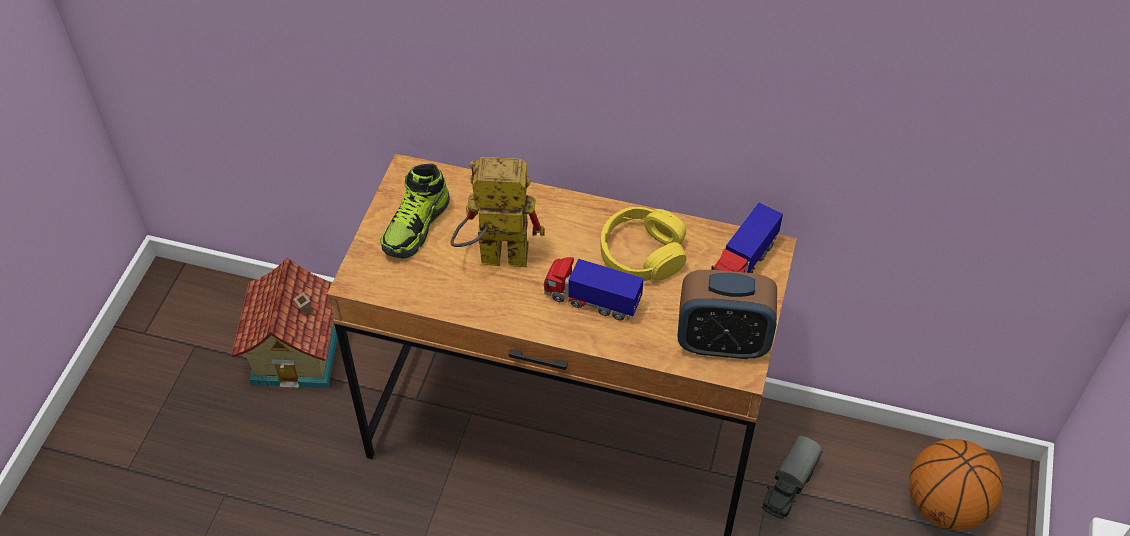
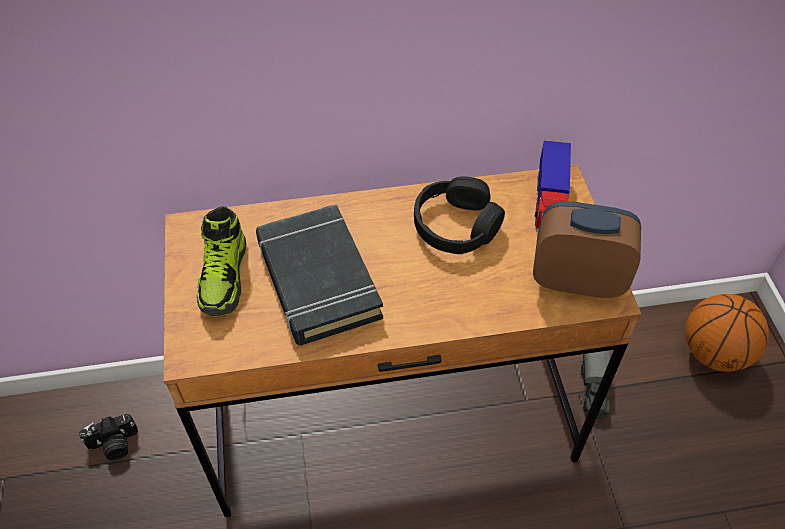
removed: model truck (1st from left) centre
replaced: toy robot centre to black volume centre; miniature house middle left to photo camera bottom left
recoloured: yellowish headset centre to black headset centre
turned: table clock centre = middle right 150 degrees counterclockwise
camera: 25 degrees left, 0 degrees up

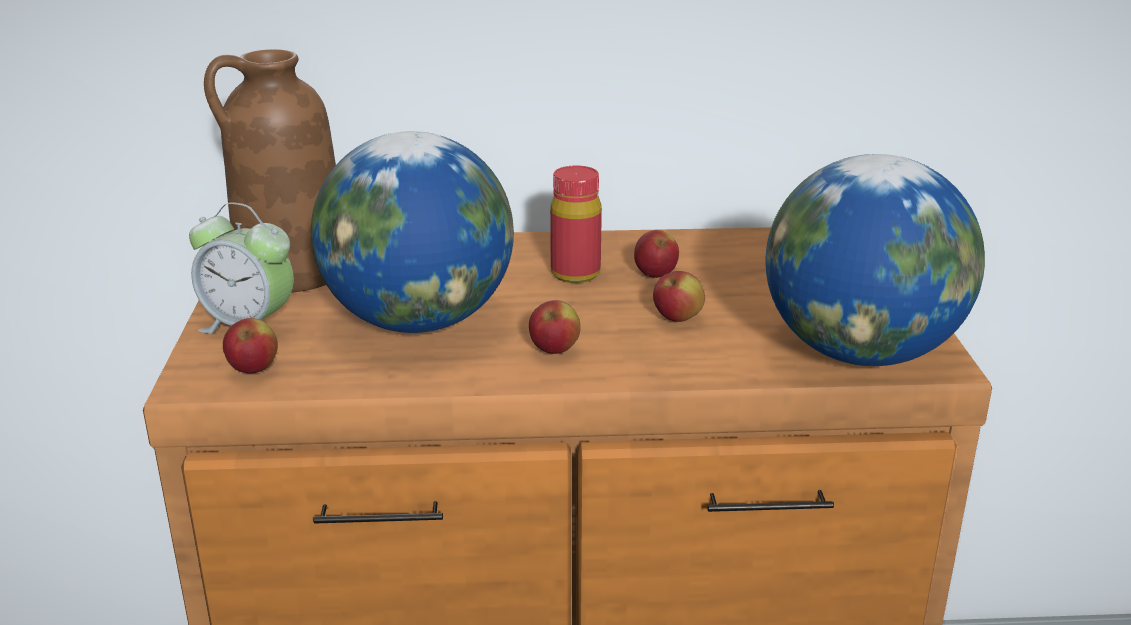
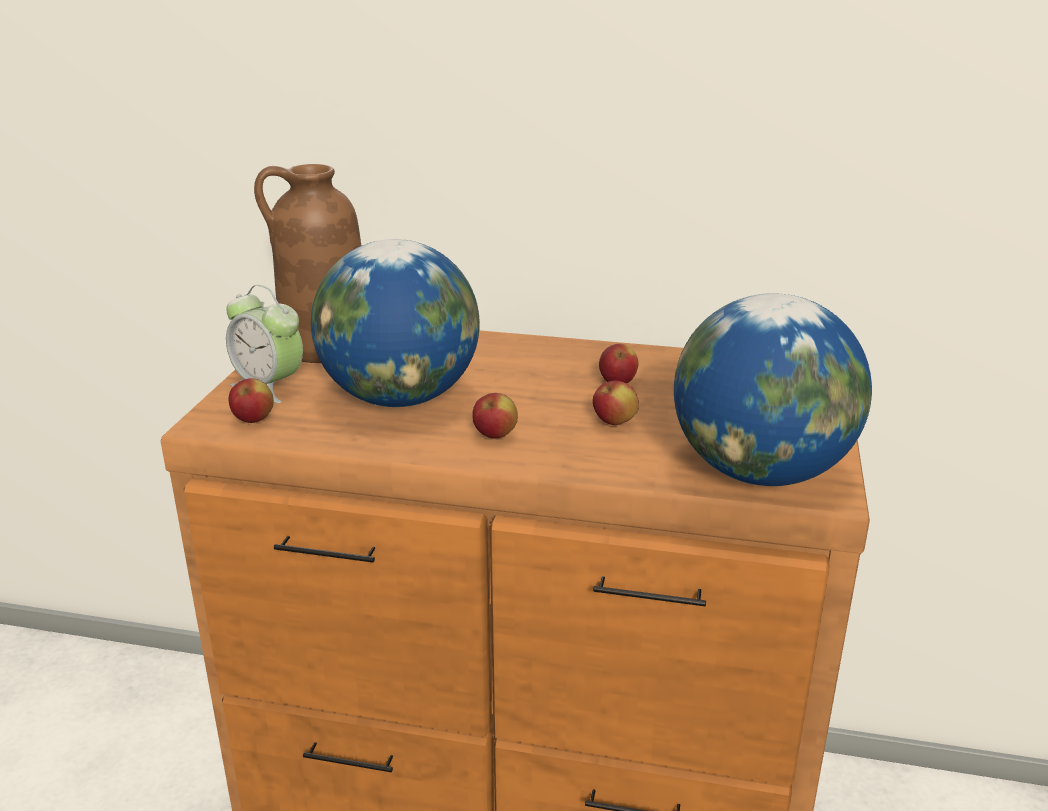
removed: red-coloured bottle centre
camera: 15 degrees right, 0 degrees up

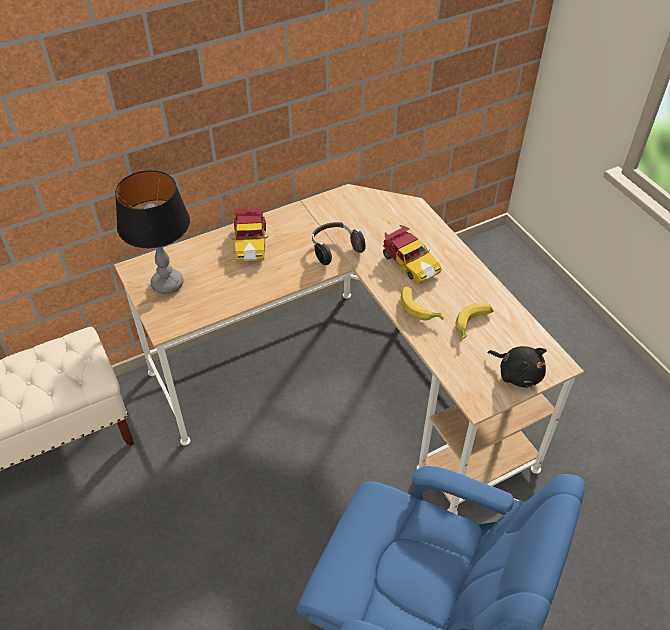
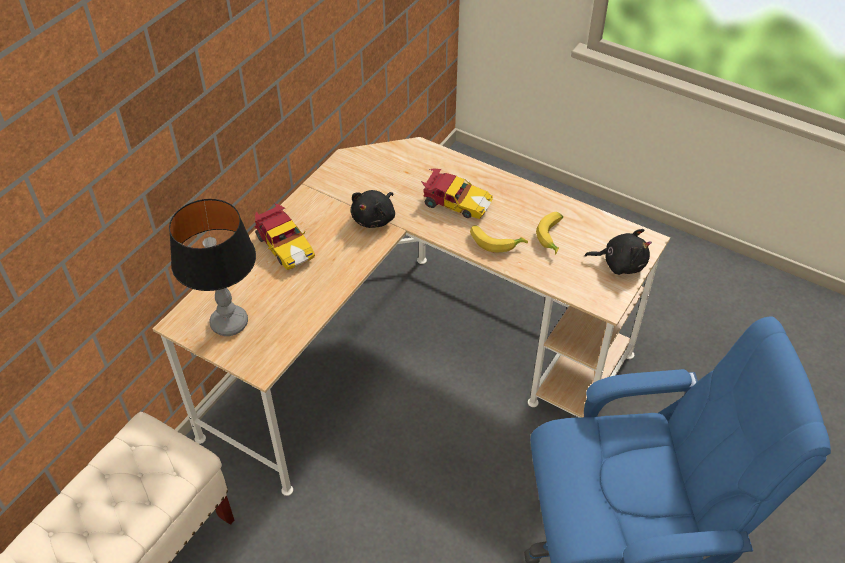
replaced: headset centre to black plush toy (1st from left) centre
camera: 30 degrees left, 0 degrees up

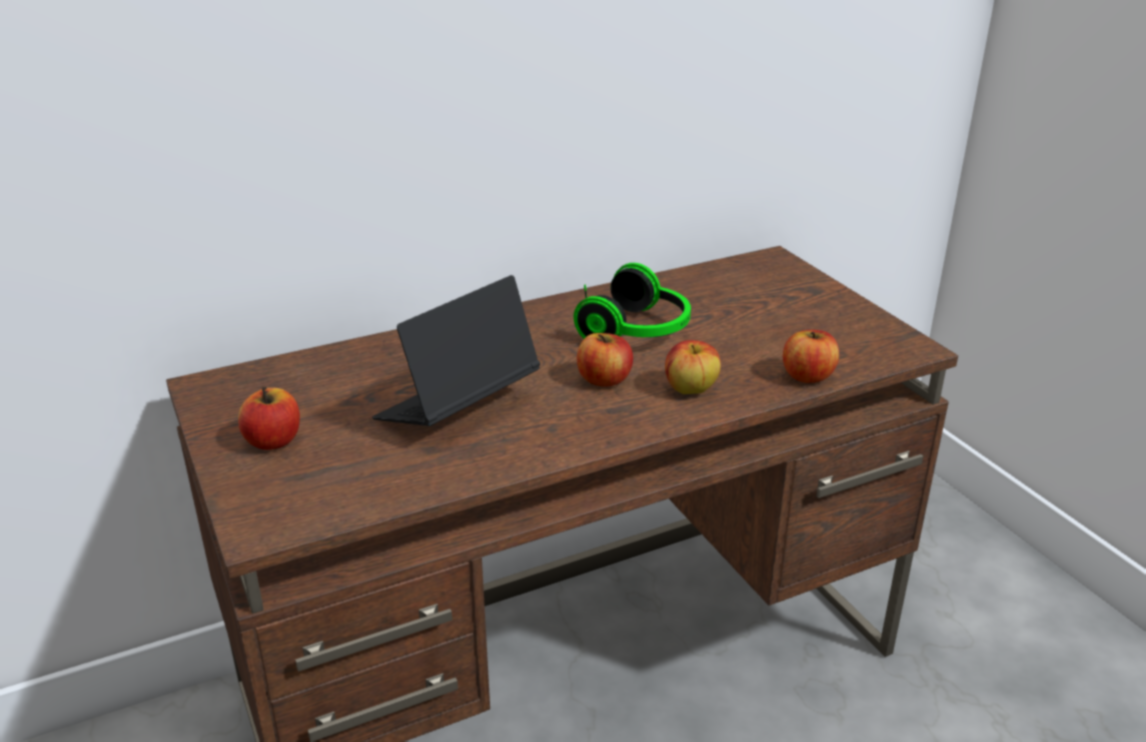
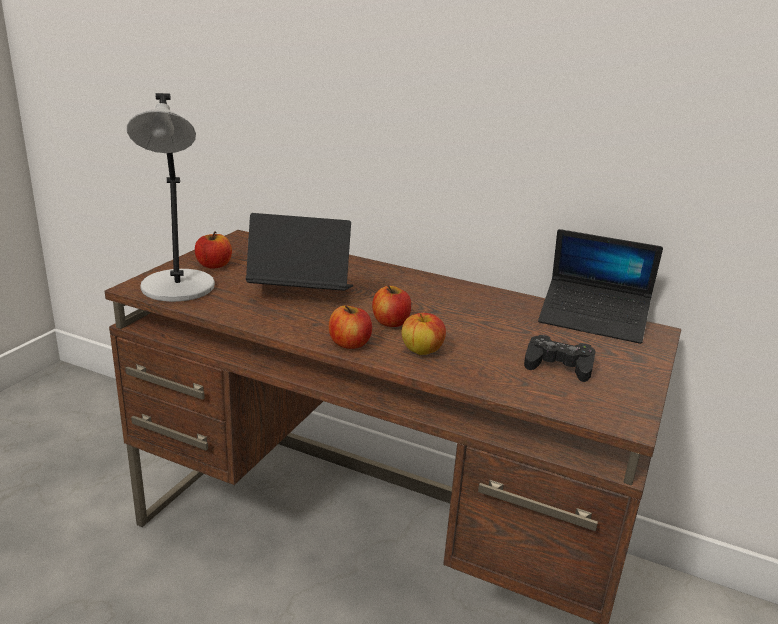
removed: headset centre
added: gray table lamp top left; portable computer (2nd from left) middle right; black game controller middle right
moved: apple fruit (4th from left in the first image) middle right to apple fruit (2nd from left) centre
camera: 50 degrees right, 5 degrees down

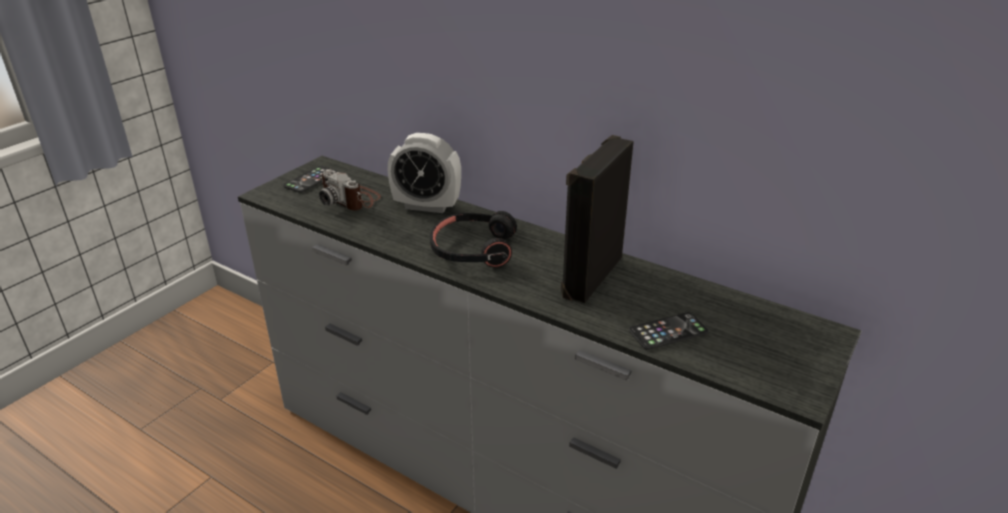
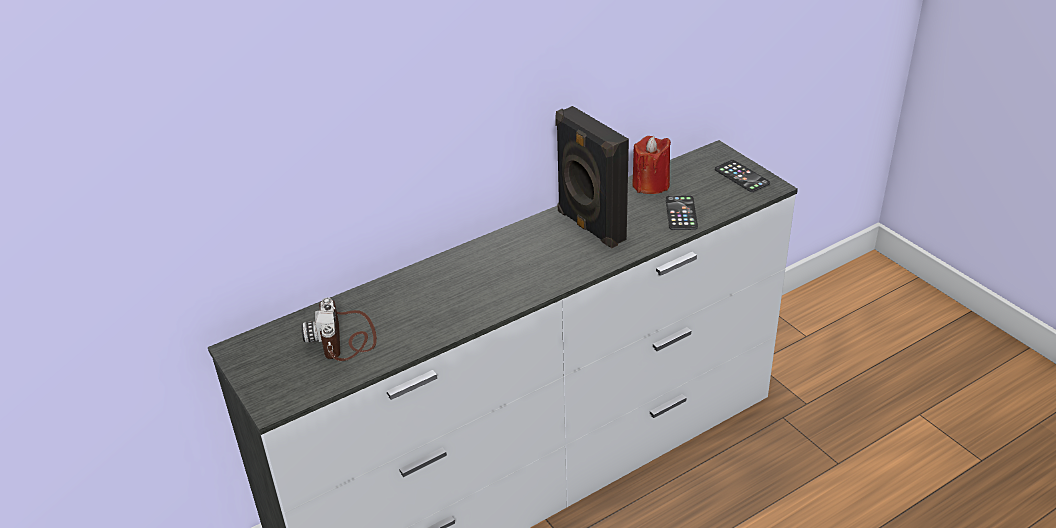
removed: table clock centre; black headset centre
added: red-coloured candle top centre
moved: phone (1st from left in the first image) middle left to phone (2nd from left) middle right
turned: photo camera centre = middle left 105 degrees clockwise
camera: 65 degrees left, 5 degrees up

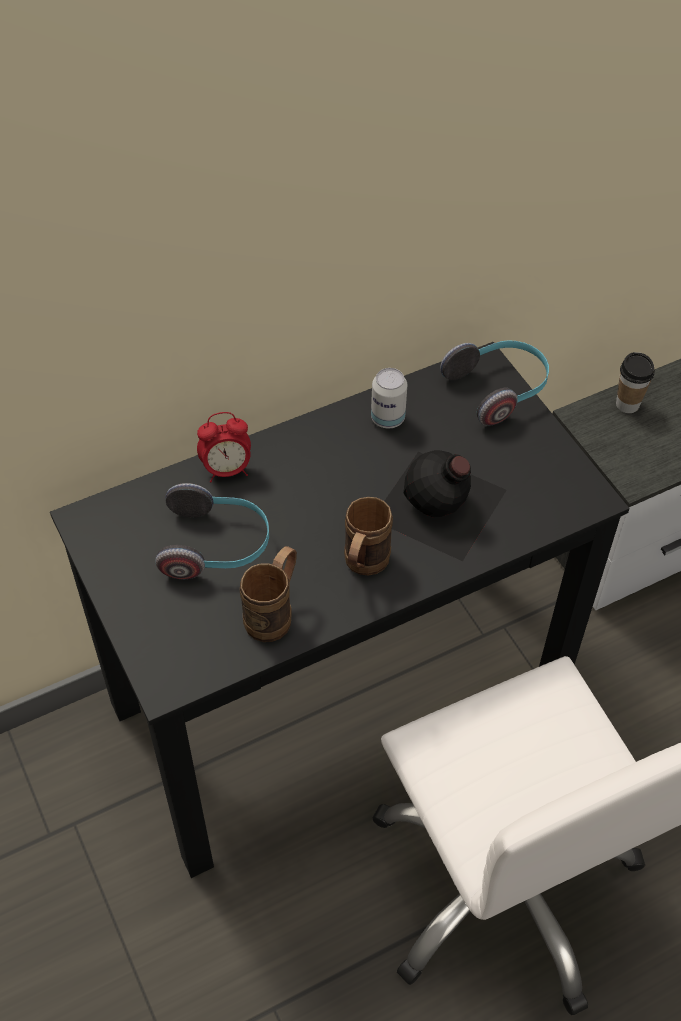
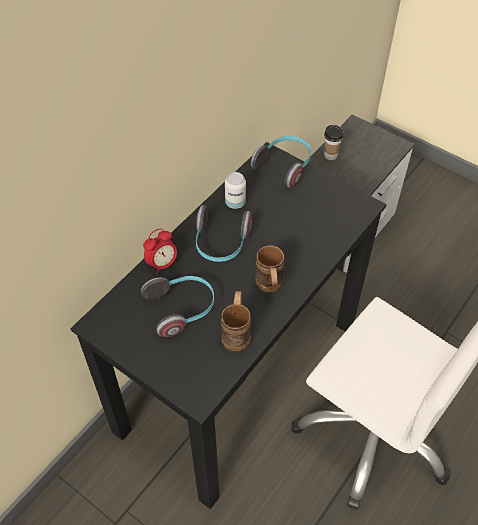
removed: black bottle centre
added: headset (2nd from left) centre
camera: 25 degrees left, 0 degrees up

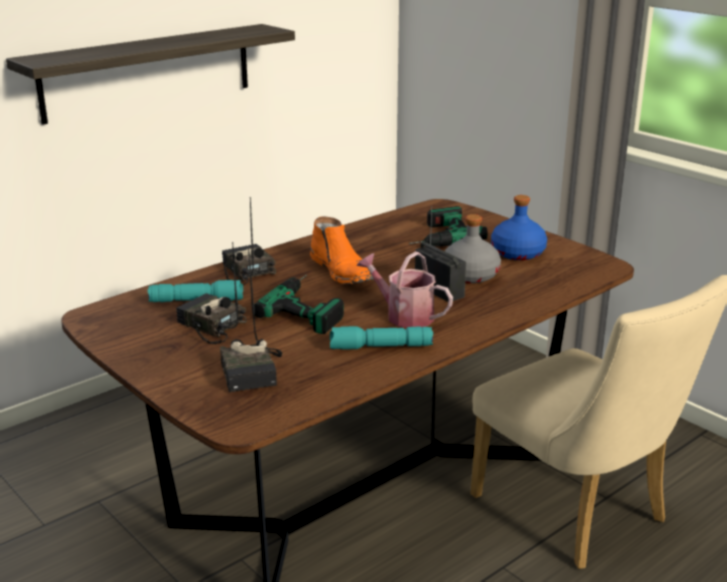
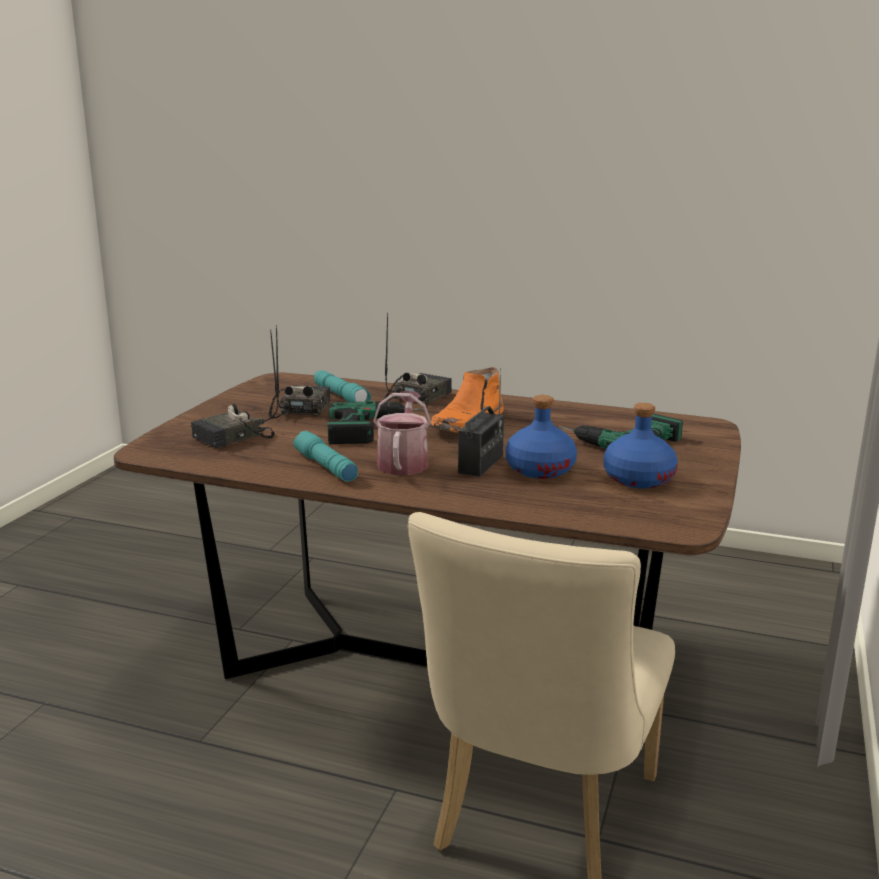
removed: bracket shelf top left
recoloured: gray bottle centre to blue-coloured bottle (1st from left) centre
camera: 60 degrees right, 5 degrees down

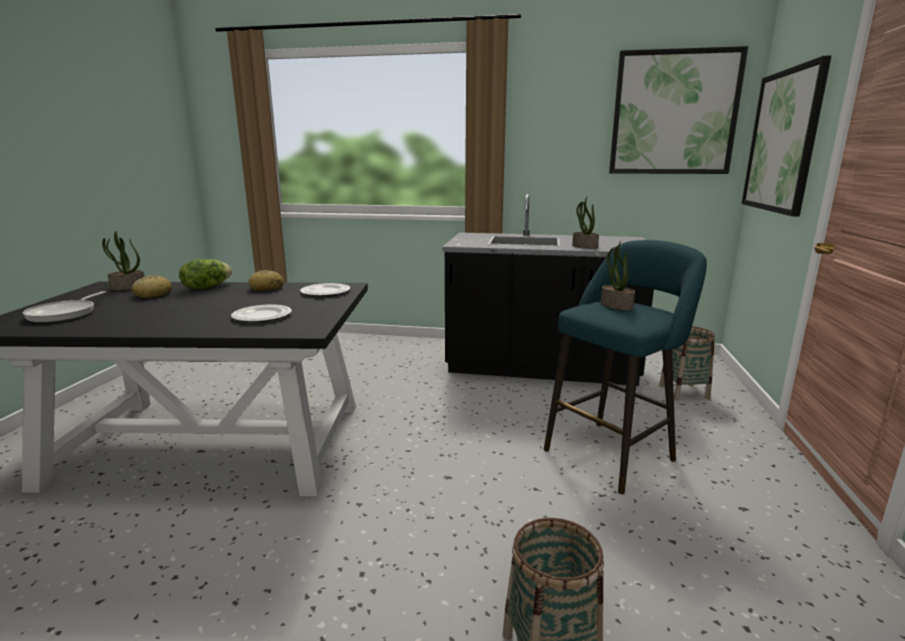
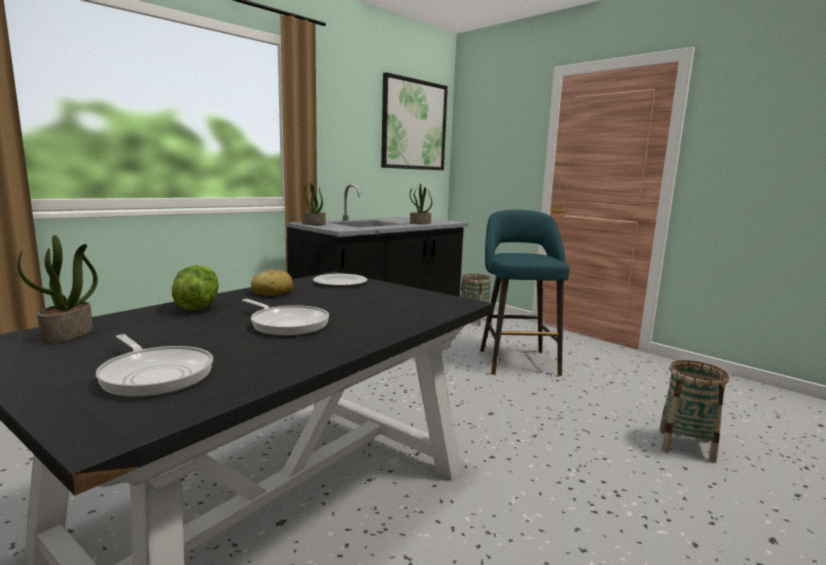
removed: wall art (2nd from left) top right; bread (1st from left) middle left; dinner plate (1st from left) middle left
added: pan (2nd from left) centre
moved: potted plant (3rd from left in the first image) middle right to potted plant (2nd from left) centre
camera: 55 degrees left, 5 degrees down

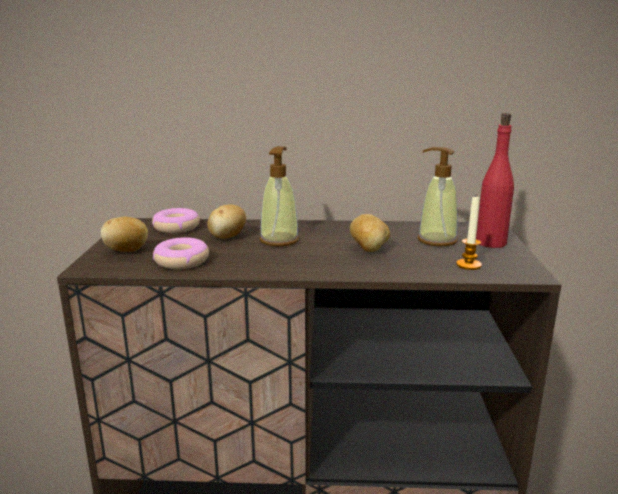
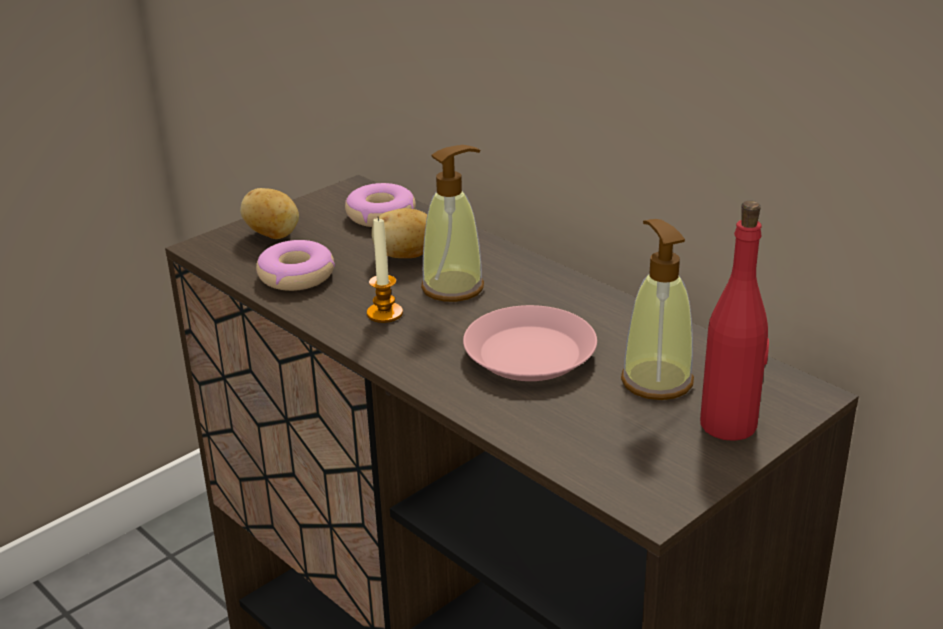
moved: candle middle right to centre
replaced: spud (3rd from left) centre to pink-coloured dinner plate centre
camera: 45 degrees right, 10 degrees up

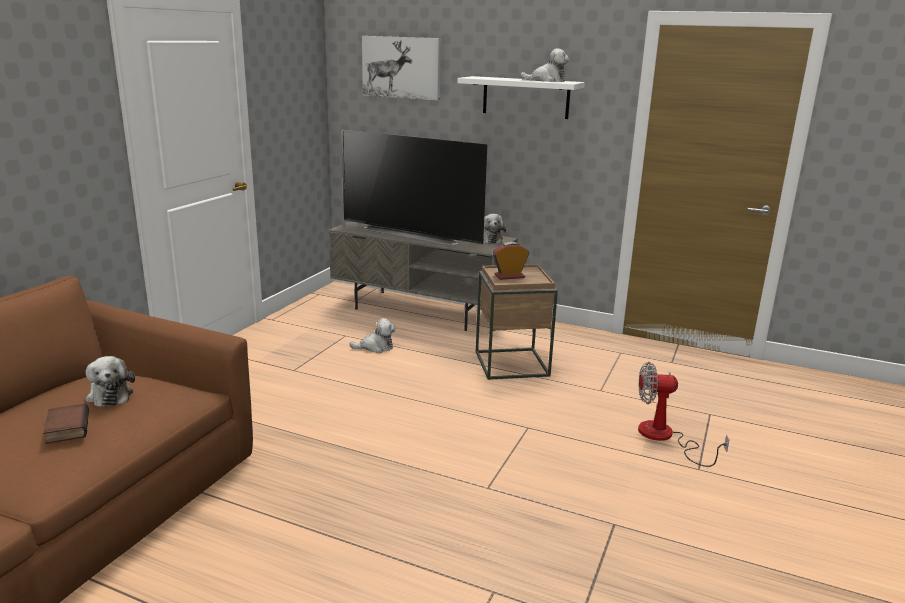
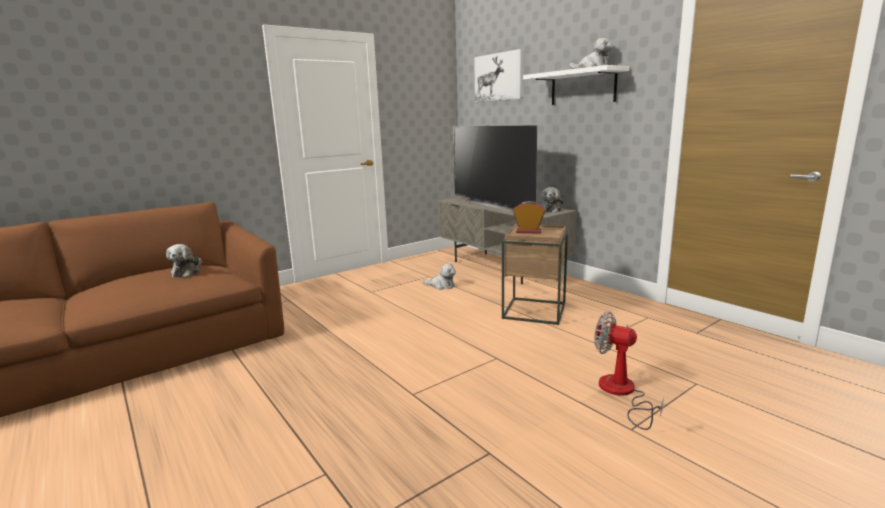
removed: volume bottom left
camera: 30 degrees right, 5 degrees down

